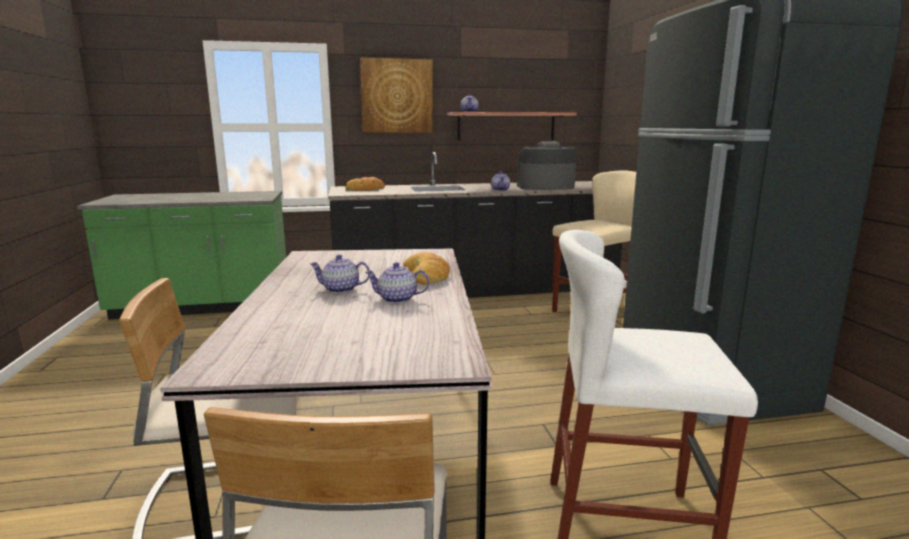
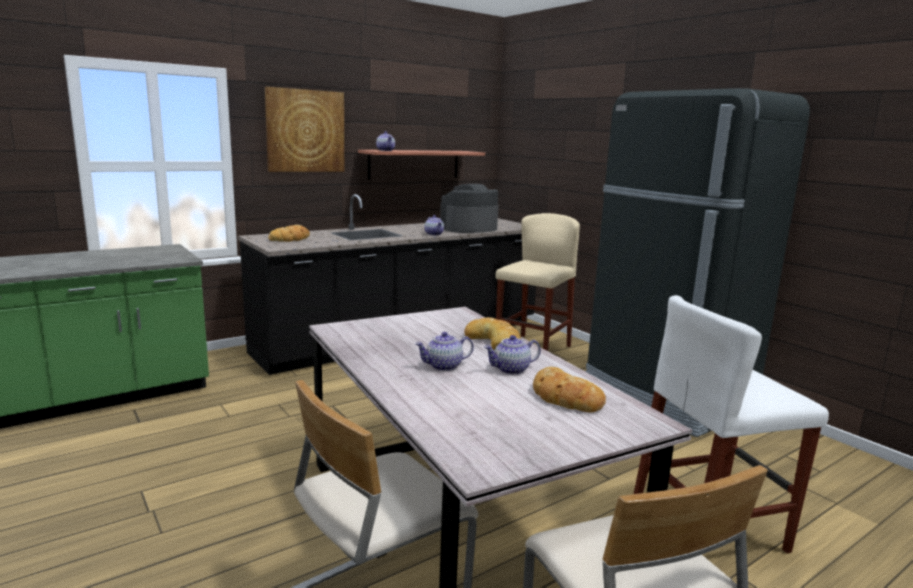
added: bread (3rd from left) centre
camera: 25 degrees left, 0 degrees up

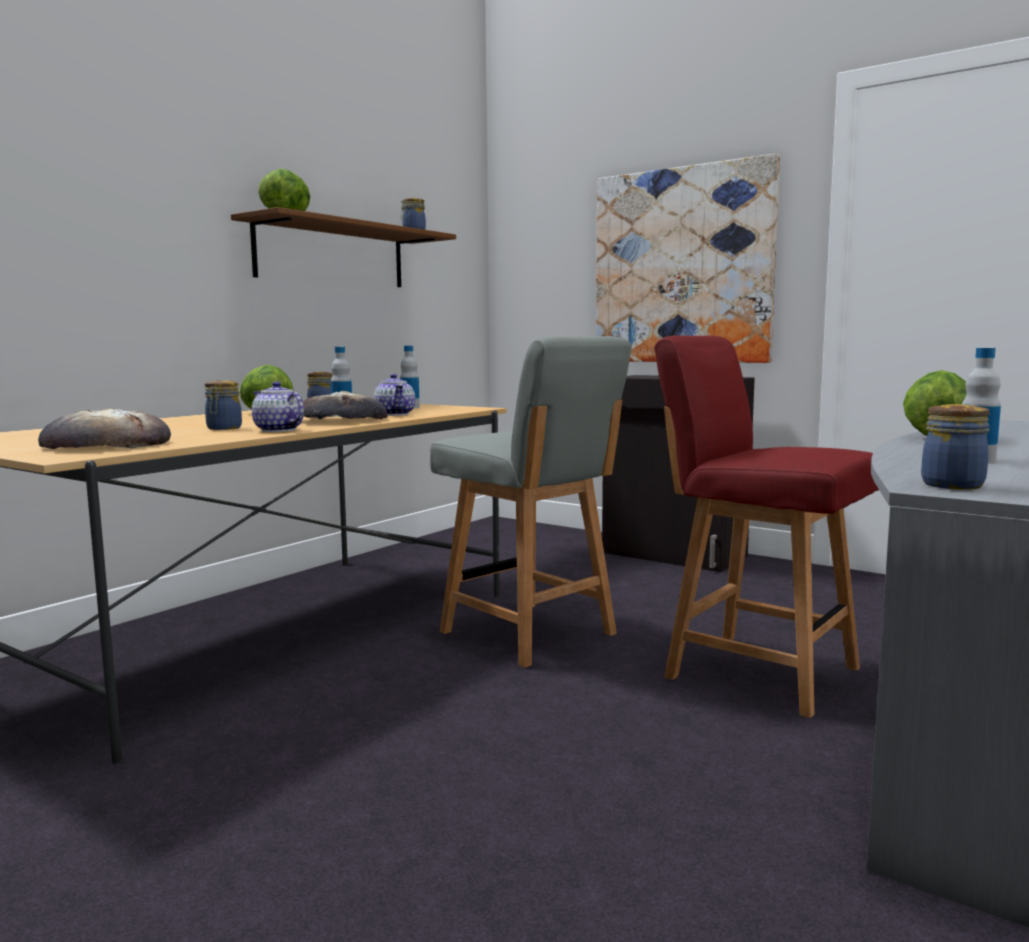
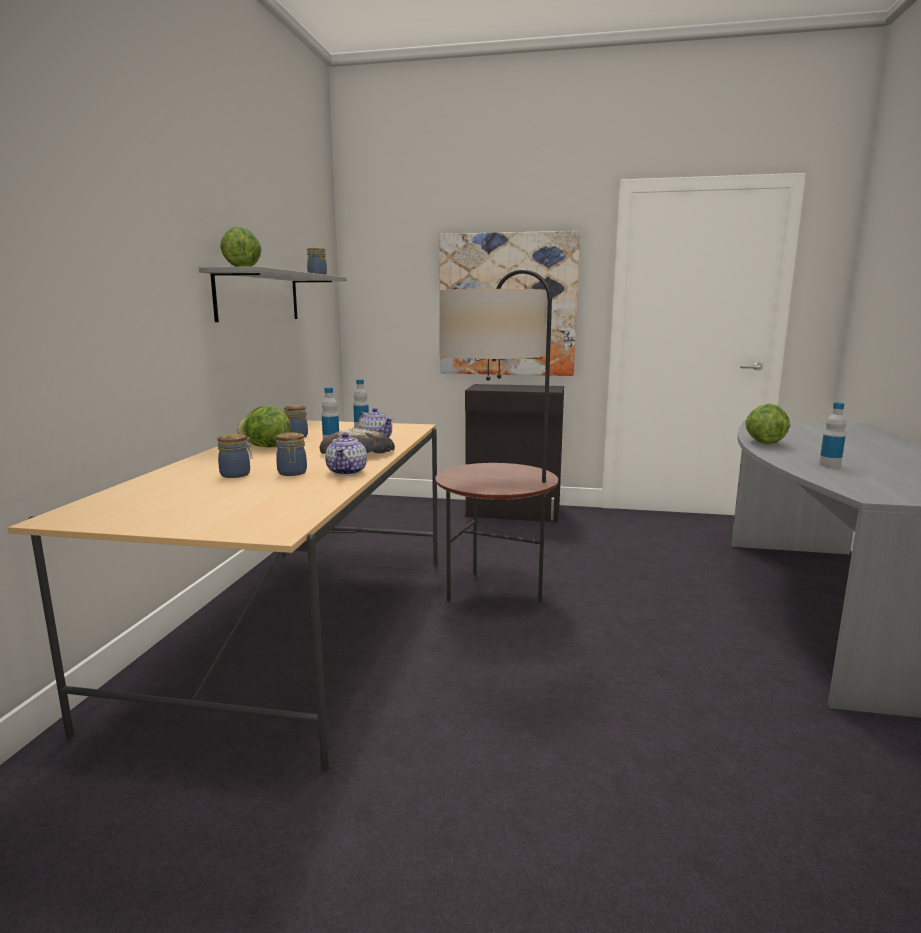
removed: red-coloured chair middle right; bread (1st from left) middle left
moved: jar (4th from left in the first image) middle right to jar (1st from left) middle left
replaced: gray chair centre to standard lamp centre
recoloured: brown bracket shelf top centre to gray bracket shelf top left
turned: pot for tea (1st from left) middle left = centre 105 degrees counterclockwise
camera: 25 degrees left, 5 degrees up

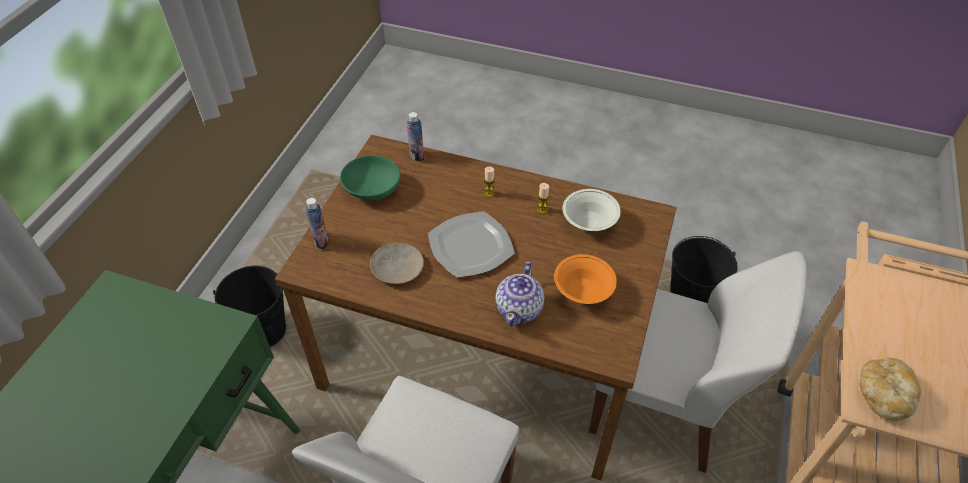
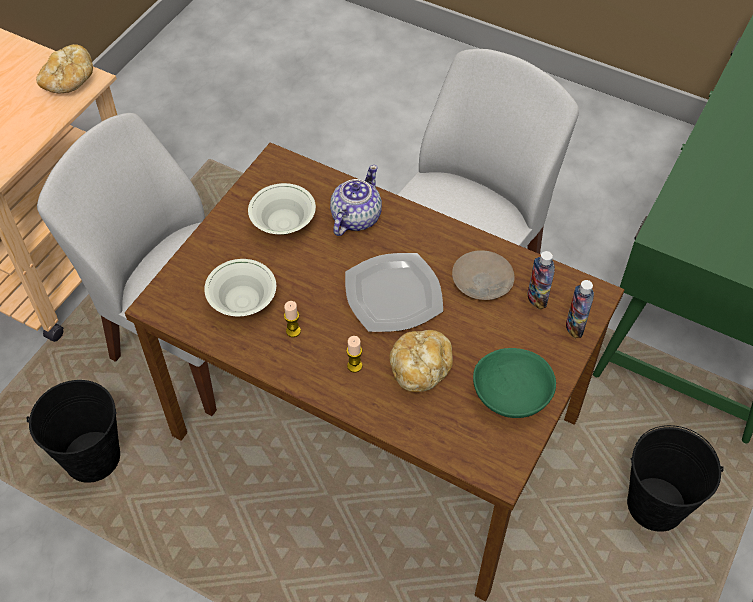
added: bread (2nd from left) centre
moved: bottle (2nd from left in the first image) top centre to bottle (1st from left) middle right
recoloured: orangey bowl centre to whitish bowl (2nd from left) centre
camera: 170 degrees left, 5 degrees up

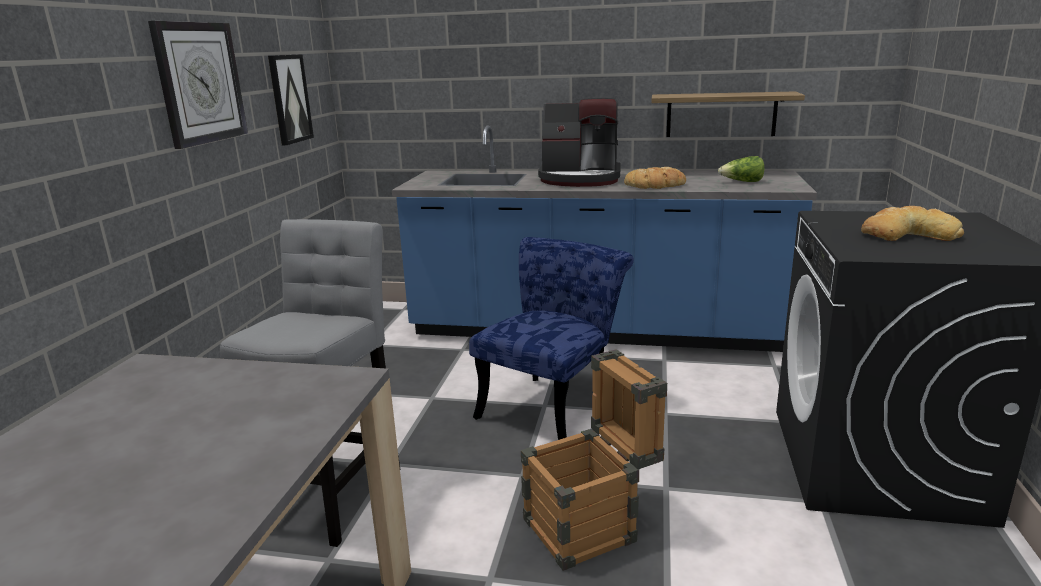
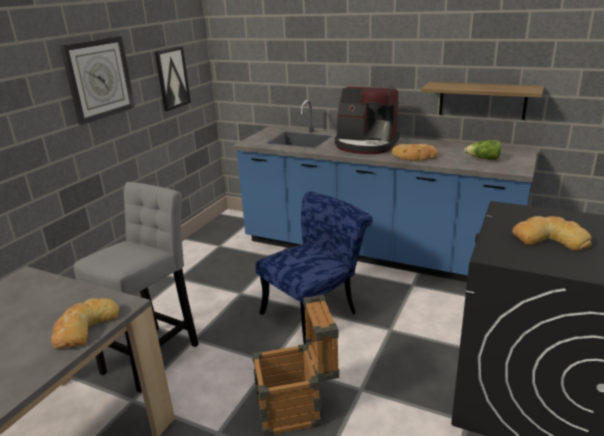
added: bread (1st from left) bottom left
camera: 15 degrees right, 5 degrees up

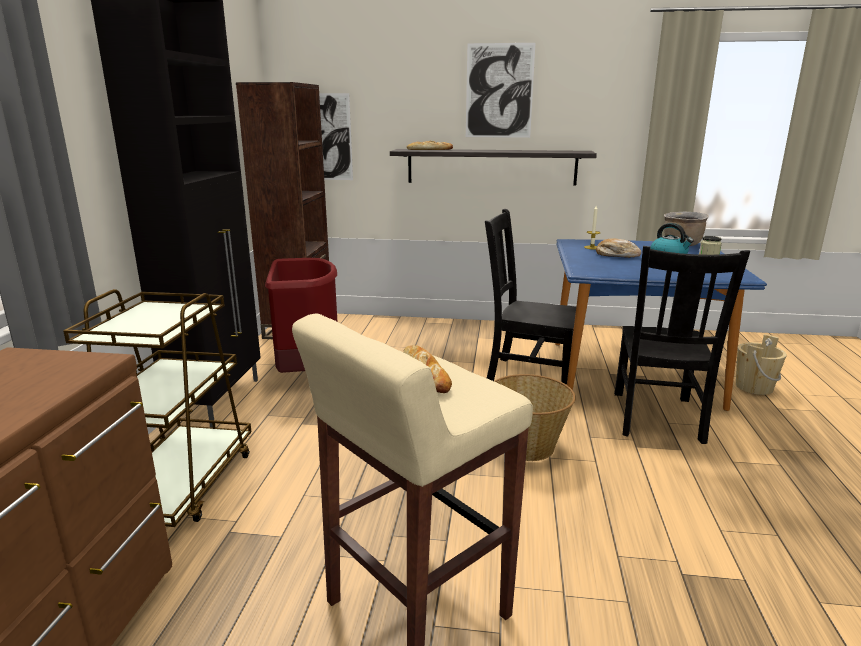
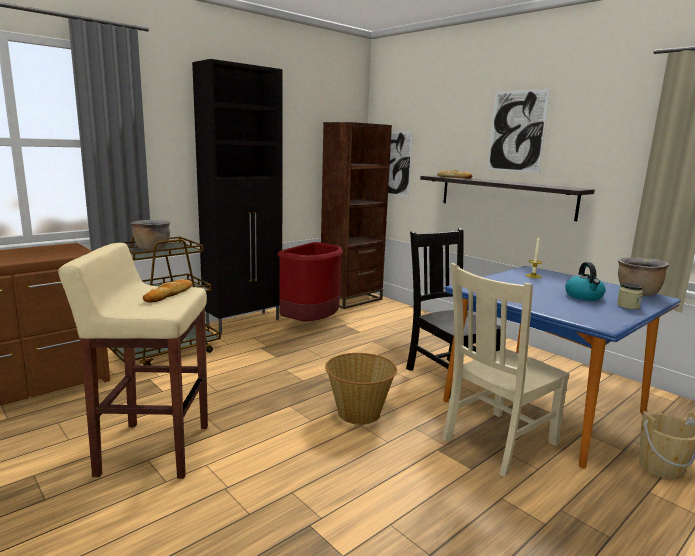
removed: bread (3rd from left) middle right
added: brown saucepot (1st from left) middle left
recoloured: black chair (2nd from left) middle right to beige chair middle right
camera: 40 degrees right, 5 degrees down

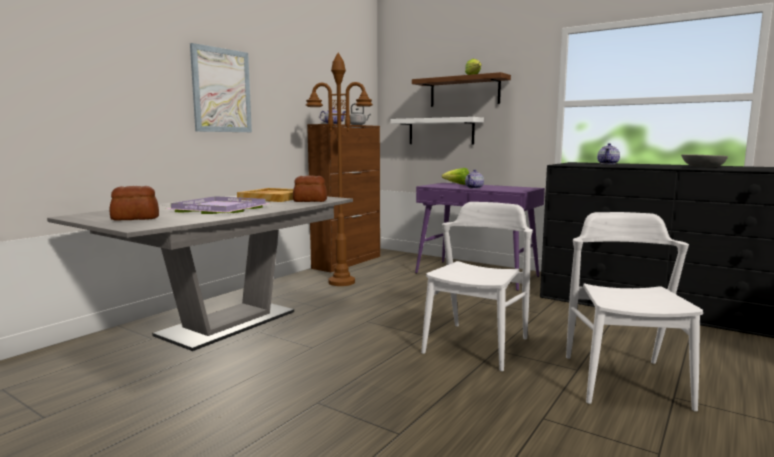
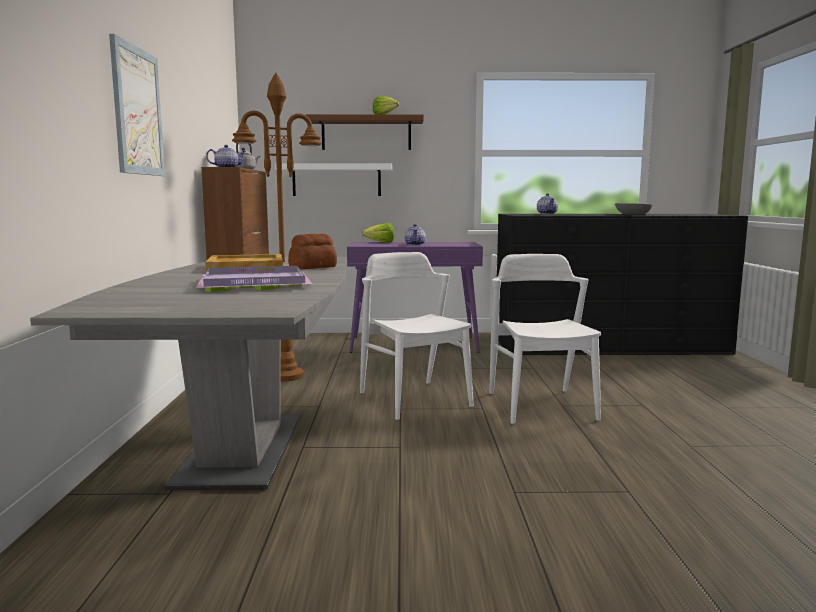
removed: bread (1st from left) middle left
moved: whitish chair (2nd from left in the first image) bottom right to whitish chair (1st from left) centre
camera: 35 degrees left, 0 degrees up

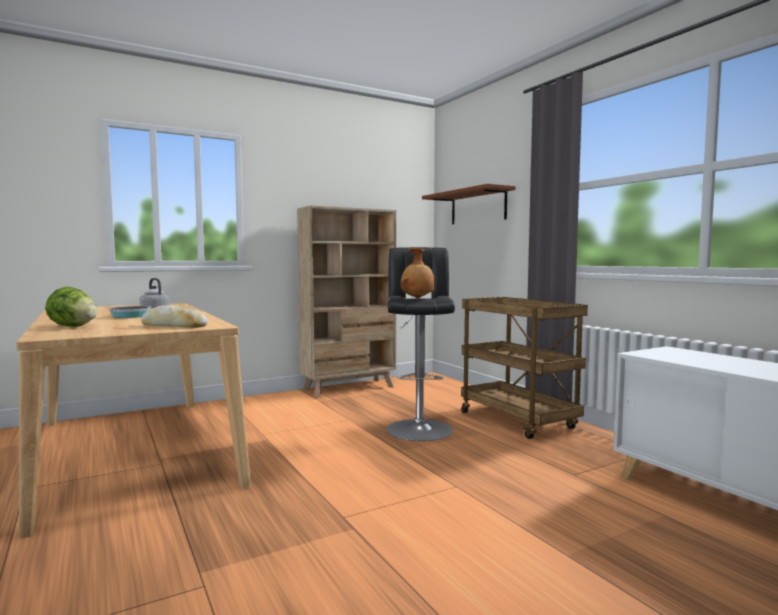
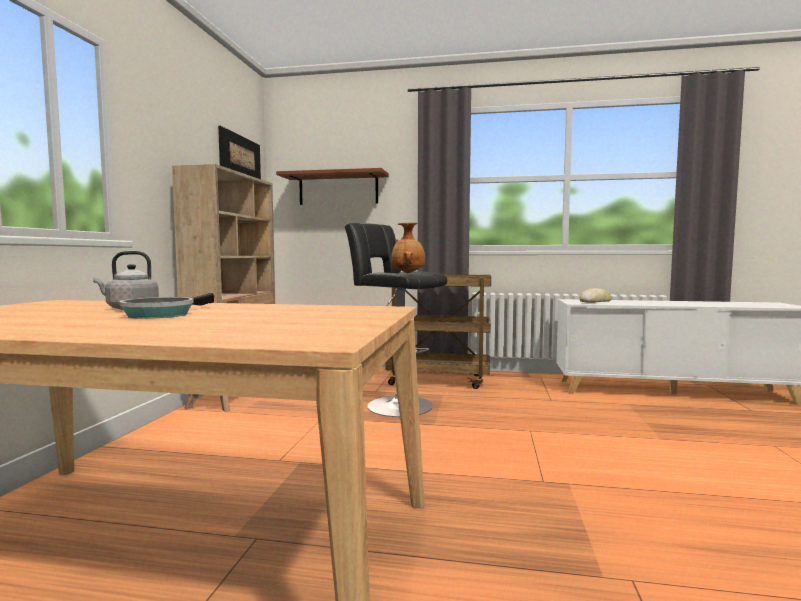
removed: head of lettuce middle left
added: wall art top left
moved: bread middle left to middle right
camera: 50 degrees left, 0 degrees up

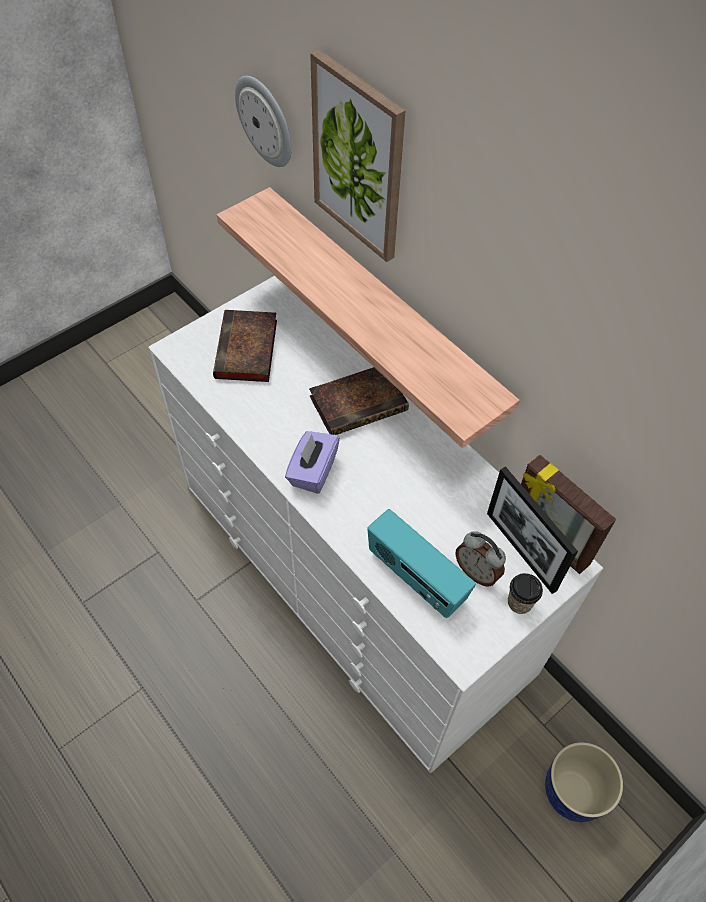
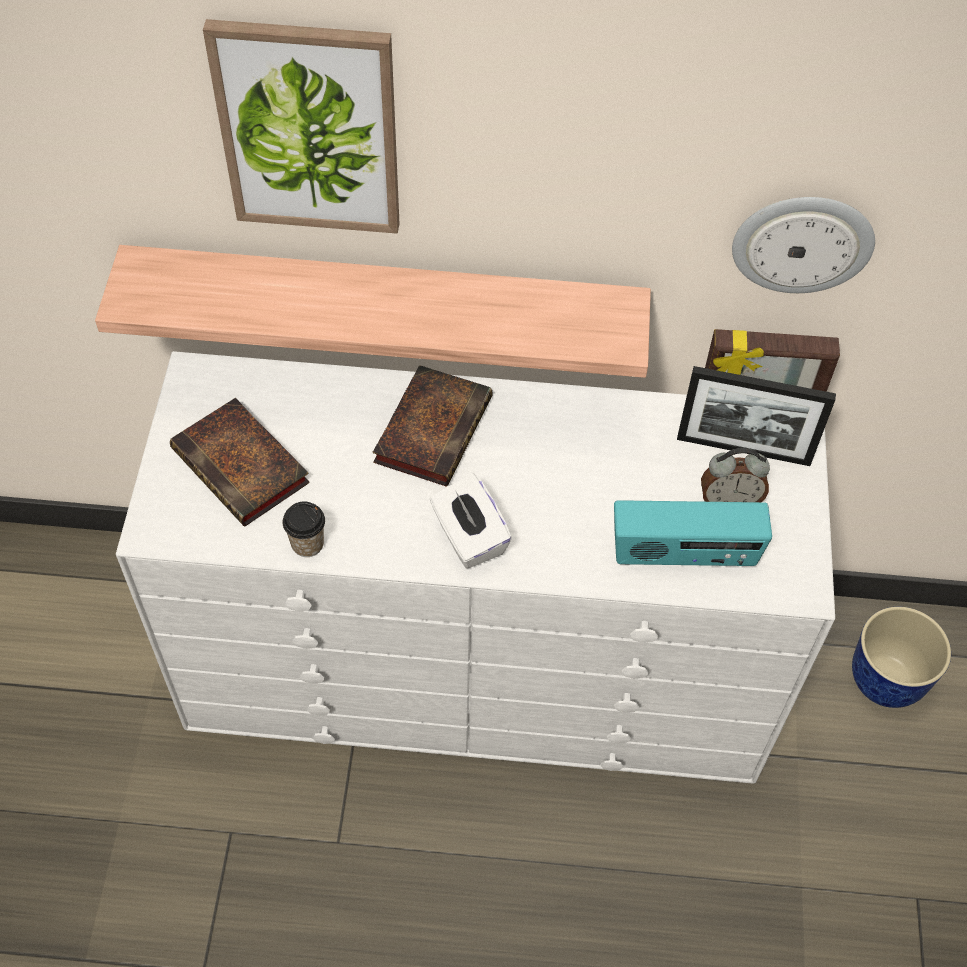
moved: hanging clock top centre to top right; cup middle right to middle left
recoloured: purple tissue box centre to whitish tissue box centre
camera: 45 degrees left, 0 degrees up

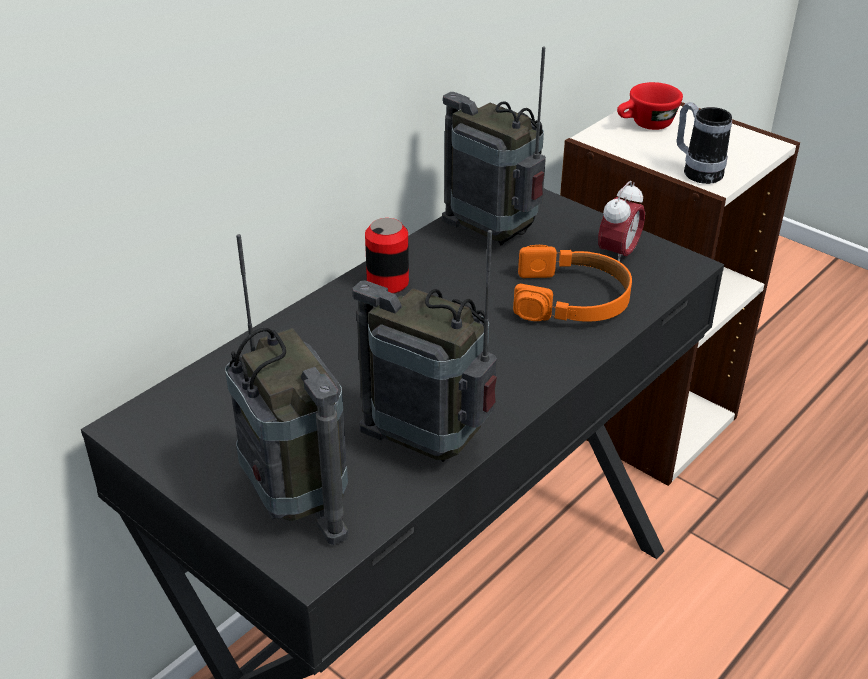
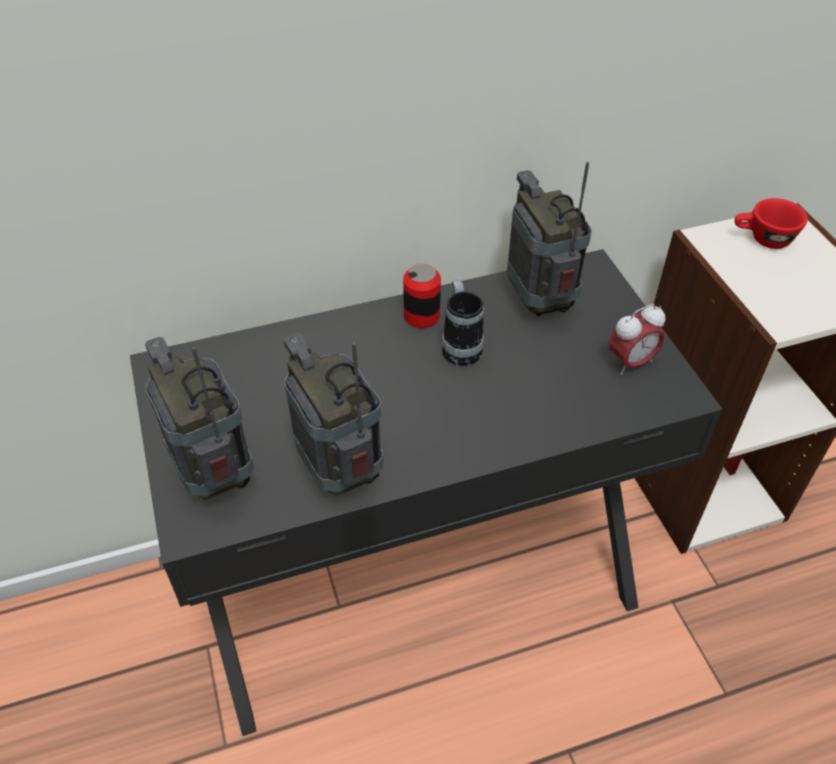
removed: orangey headset centre
moved: tea mug top right to centre
turned: radio set (1st from left) middle left = middle left 150 degrees clockwise
camera: 30 degrees right, 10 degrees up

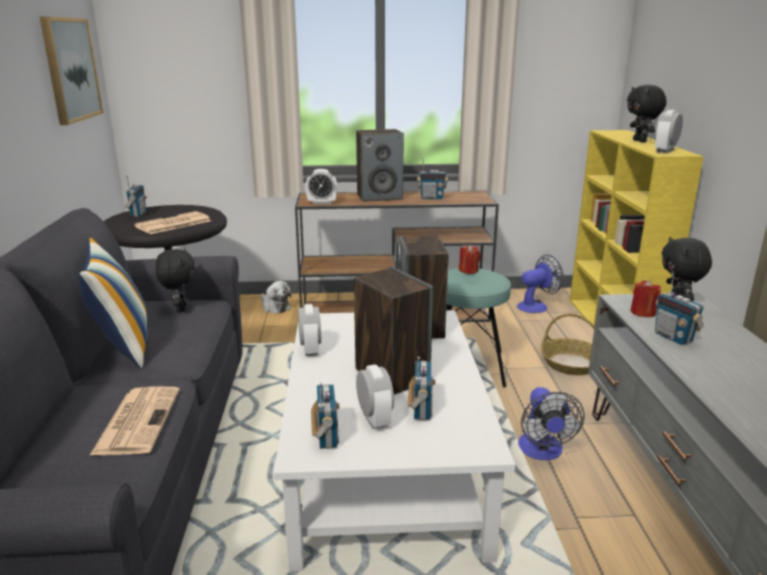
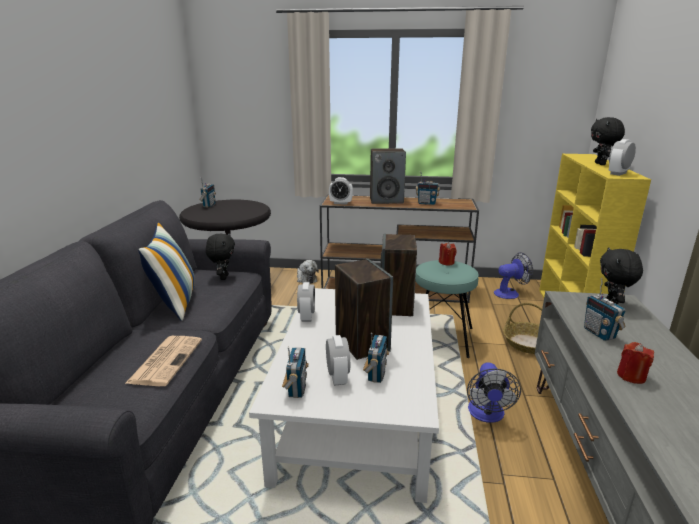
removed: wall art top left; printed paper (2nd from left) middle left
moved: red-coloured candle (2nd from left) middle right to bottom right
camera: 10 degrees right, 0 degrees up

